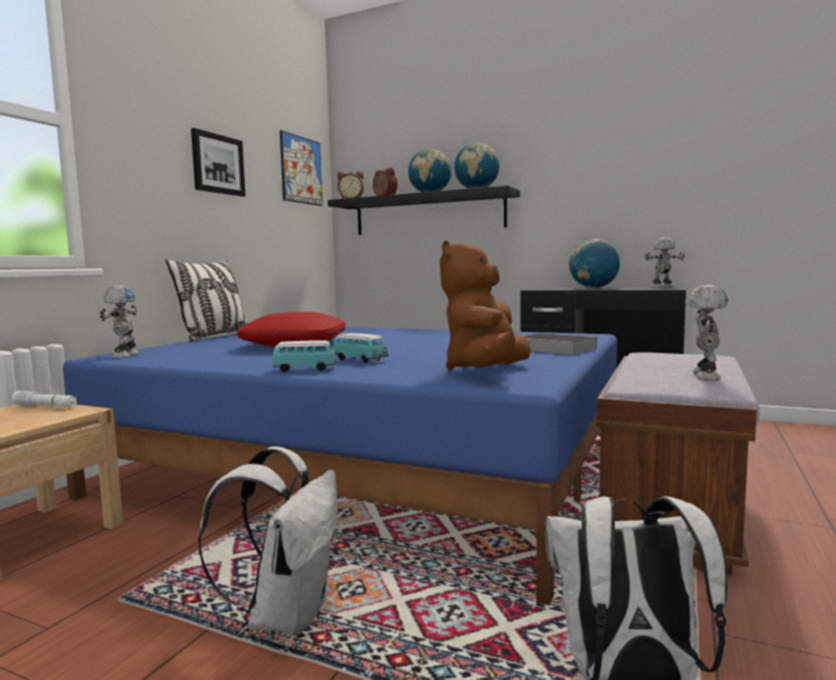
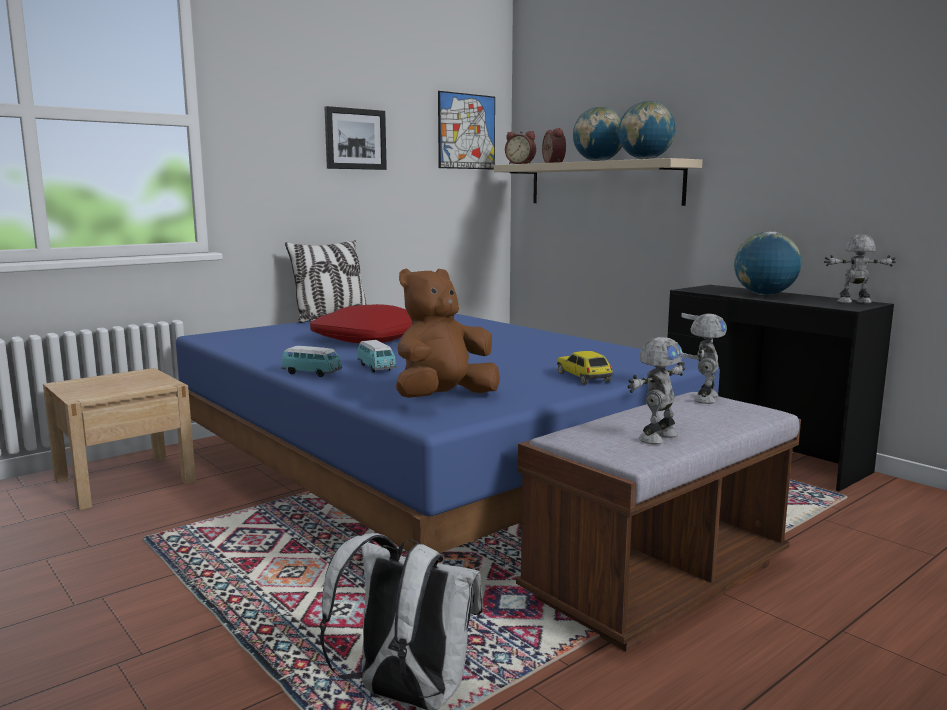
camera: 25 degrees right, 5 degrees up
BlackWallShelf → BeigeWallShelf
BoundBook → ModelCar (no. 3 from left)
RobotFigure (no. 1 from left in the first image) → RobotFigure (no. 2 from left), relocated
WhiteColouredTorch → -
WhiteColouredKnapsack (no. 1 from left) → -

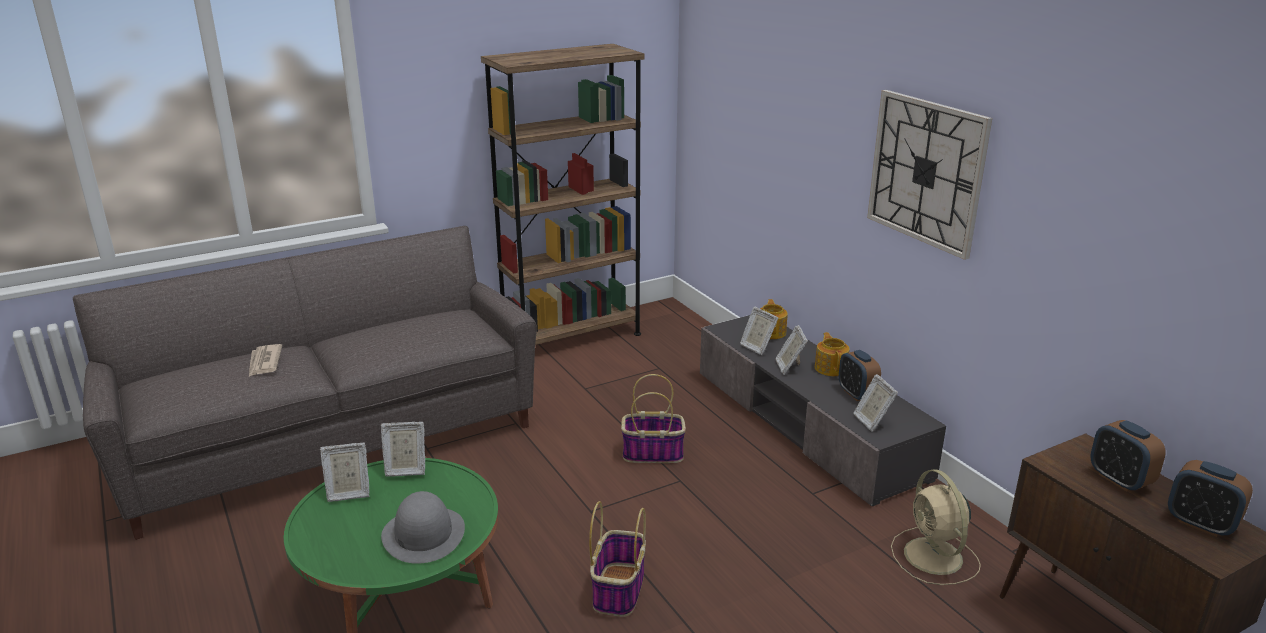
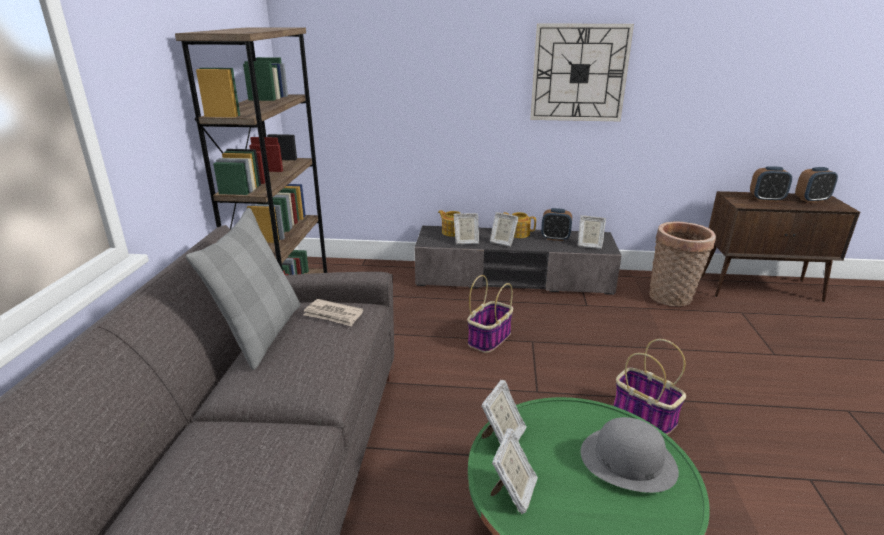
camera: 55 degrees left, 0 degrees up
- → GreyThrowPillow
DailyPaper, relocated
BeigeCoolingFan → Basket (no. 3 from left)

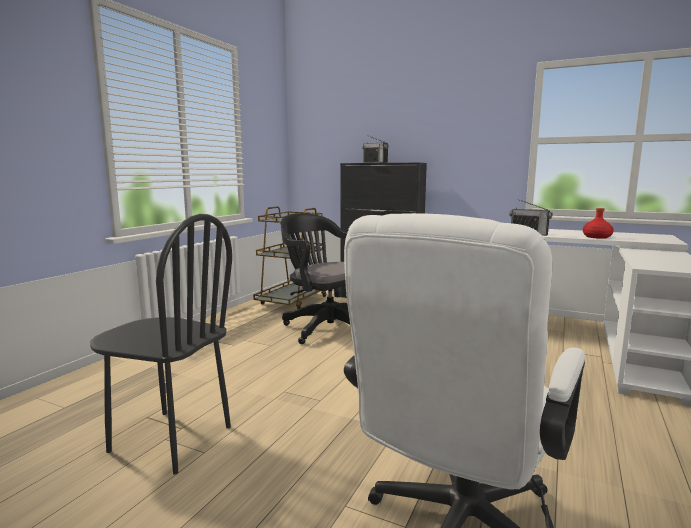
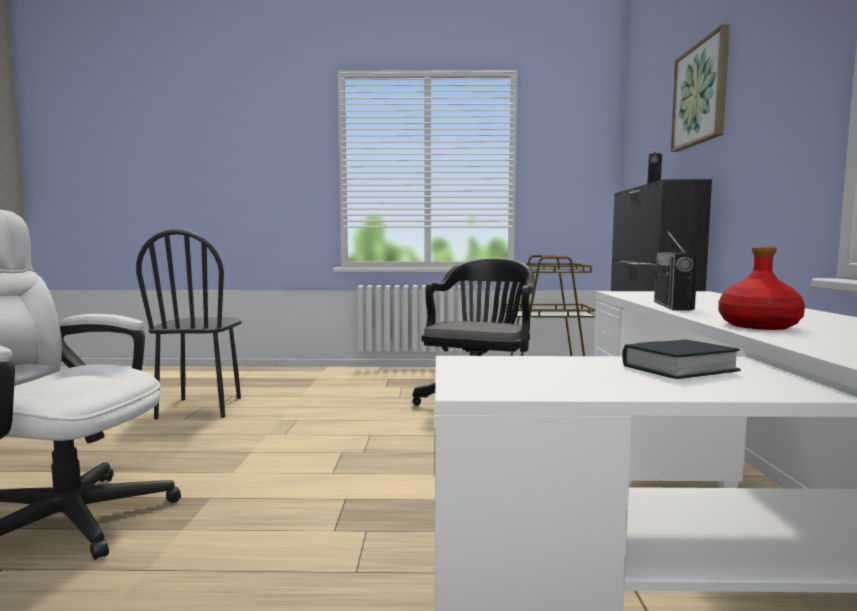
camera: 65 degrees right, 5 degrees down
- → BoundBook
- → Picture

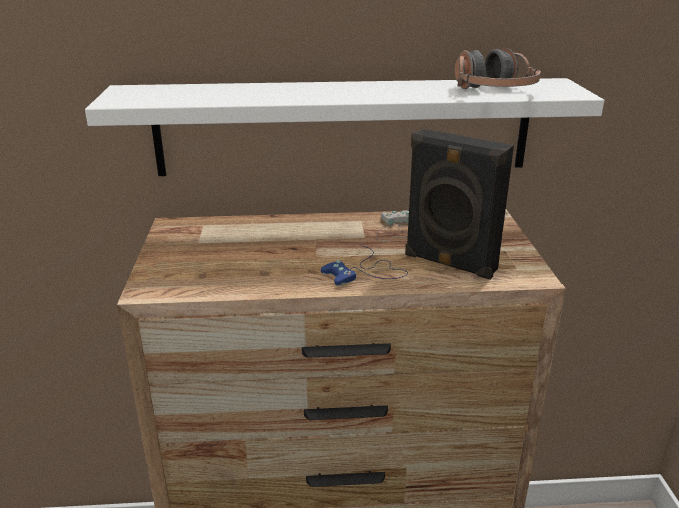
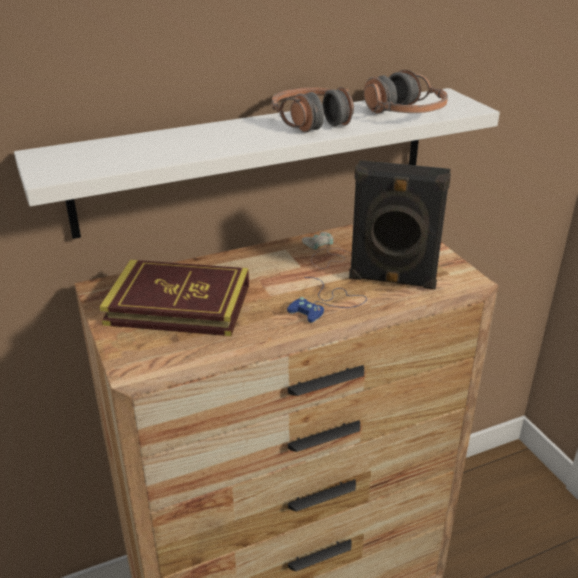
camera: 20 degrees left, 5 degrees up
- → BoundBook
- → Headset (no. 1 from left)

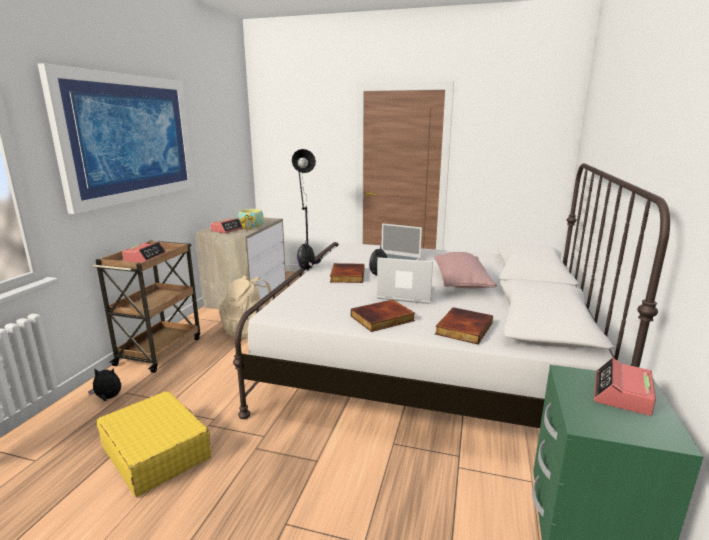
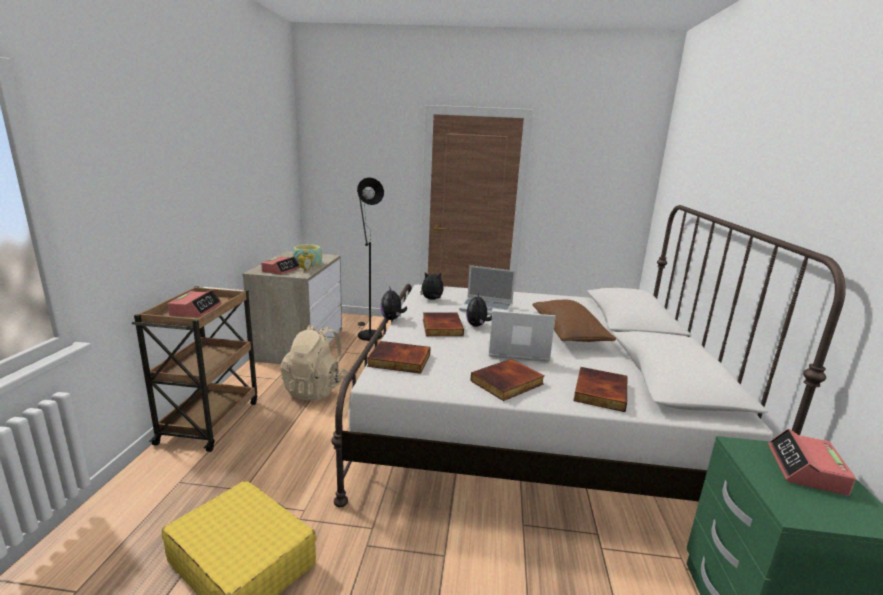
camera: 10 degrees left, 0 degrees up
- → BoundBook (no. 1 from left)
PlushToy (no. 1 from left in the first image) → PlushToy (no. 2 from left), relocated
PinkThrowPillow → BrownColouredThrowPillow
Picture → -

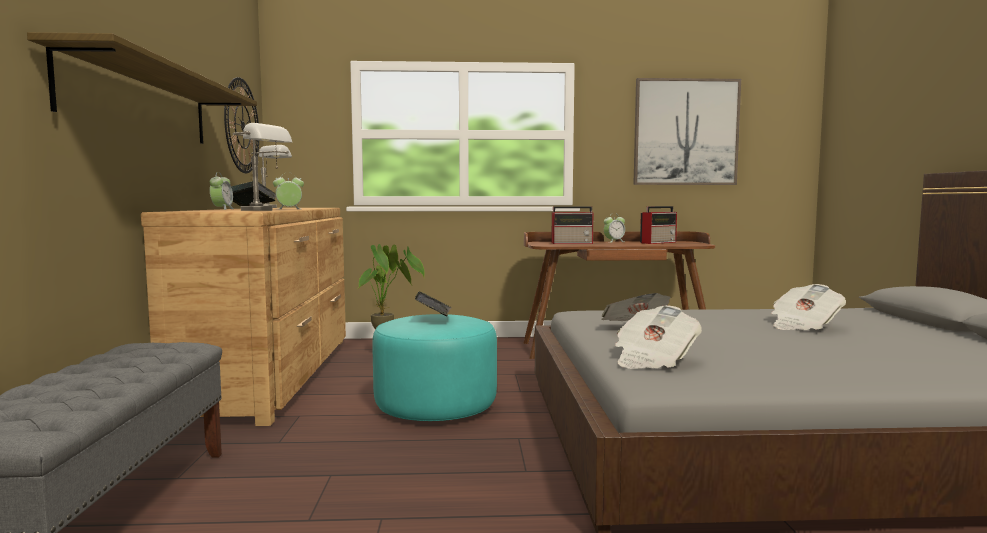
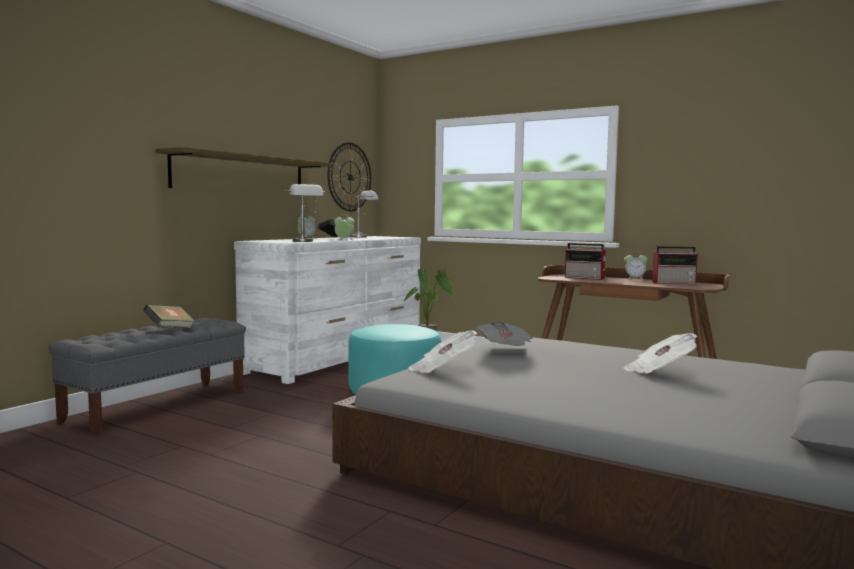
camera: 35 degrees right, 0 degrees up
BoundBook (no. 2 from left in the first image) → BoundBook (no. 1 from left), relocated
BrownColouredDresser → WhiteColouredDresser
Picture → -

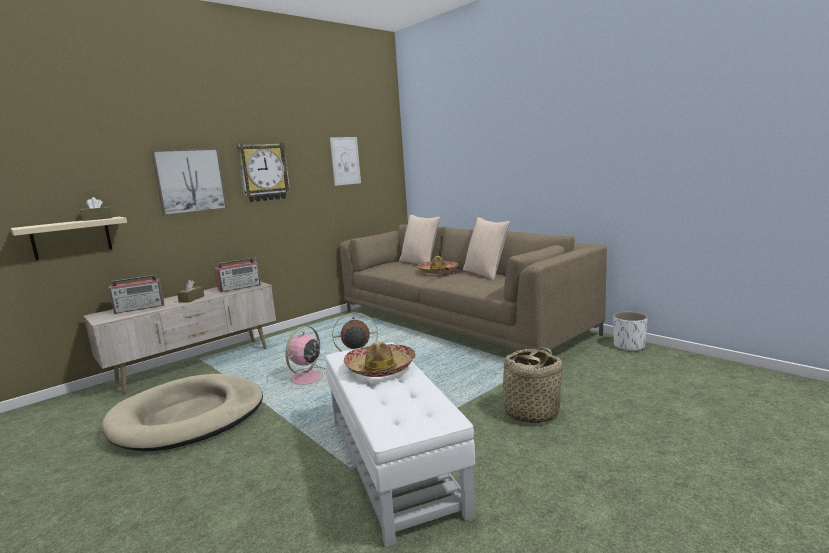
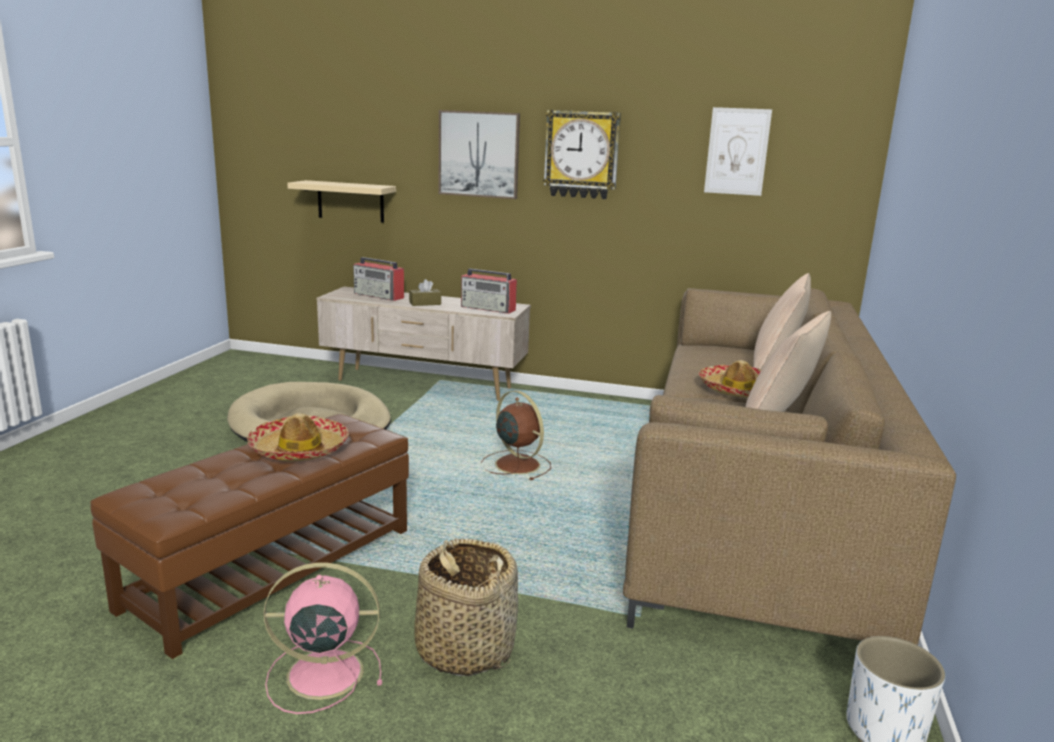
camera: 55 degrees right, 5 degrees up
WhiteColouredPouffe → BrownColouredPouffe
PinkCoolingFan, relocated
BrownColouredTissueBox (no. 1 from left) → -

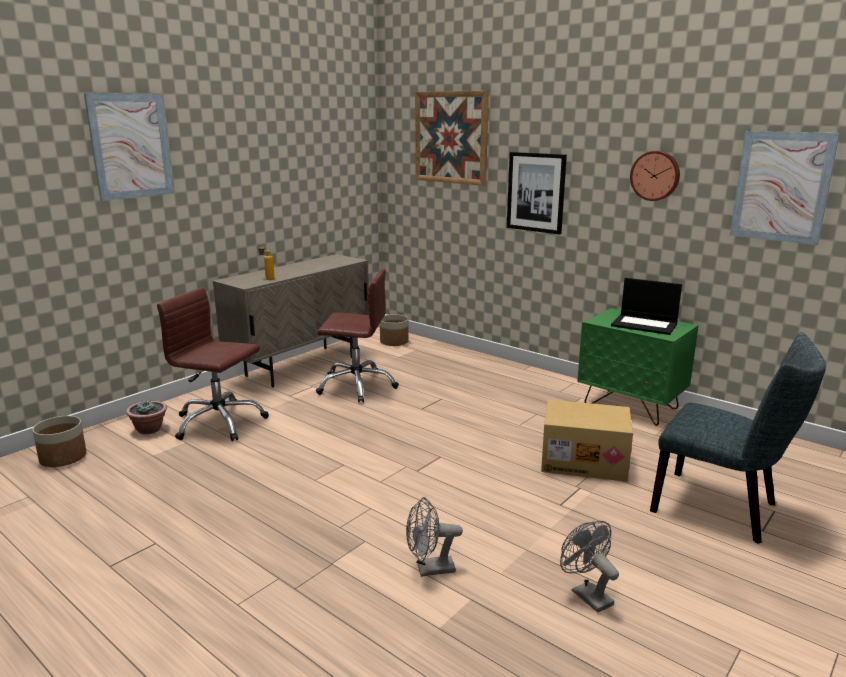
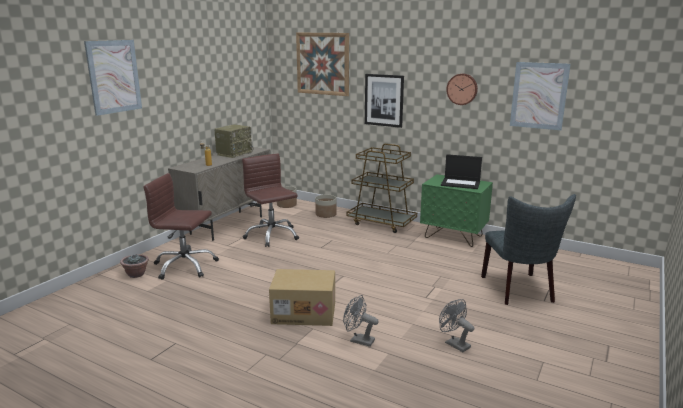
camera: 10 degrees left, 0 degrees up
- → RadioSet
BrownColouredComputerChair (no. 2 from left), 120 degrees counterclockwise
CardboardBox, relocated
FlowerPot (no. 1 from left in the first image) → FlowerPot (no. 2 from left), relocated
GreyCoolingFan (no. 1 from left), 45 degrees clockwise
- → BrownColouredCart
GreyUprightChair, 60 degrees clockwise

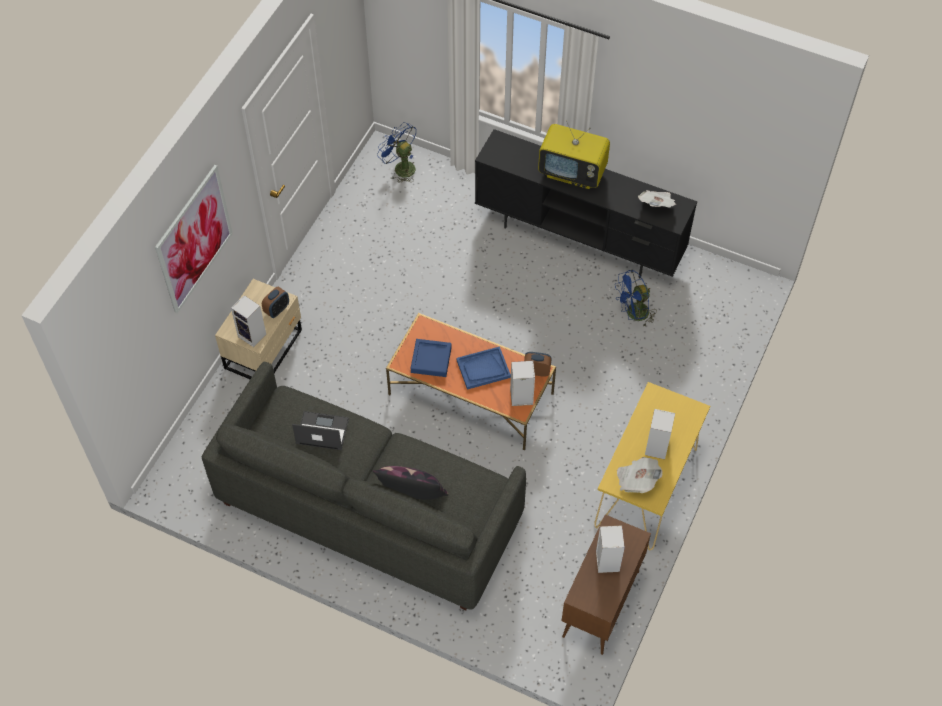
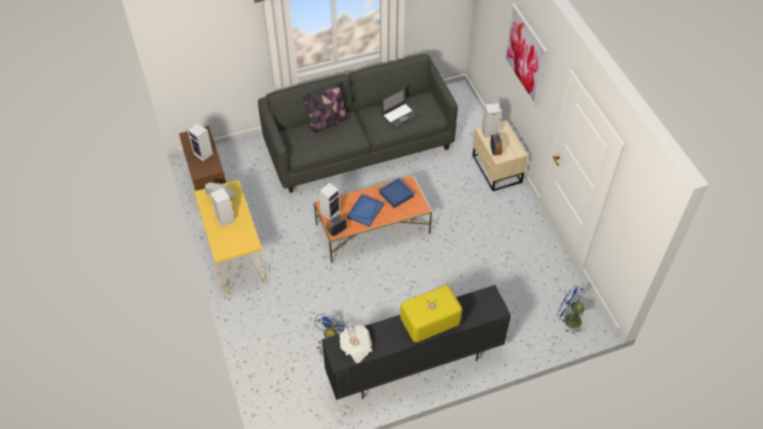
camera: 135 degrees right, 5 degrees down
BlueCoolingFan (no. 1 from left in the first image) → BlueCoolingFan (no. 2 from left), 150 degrees counterclockwise

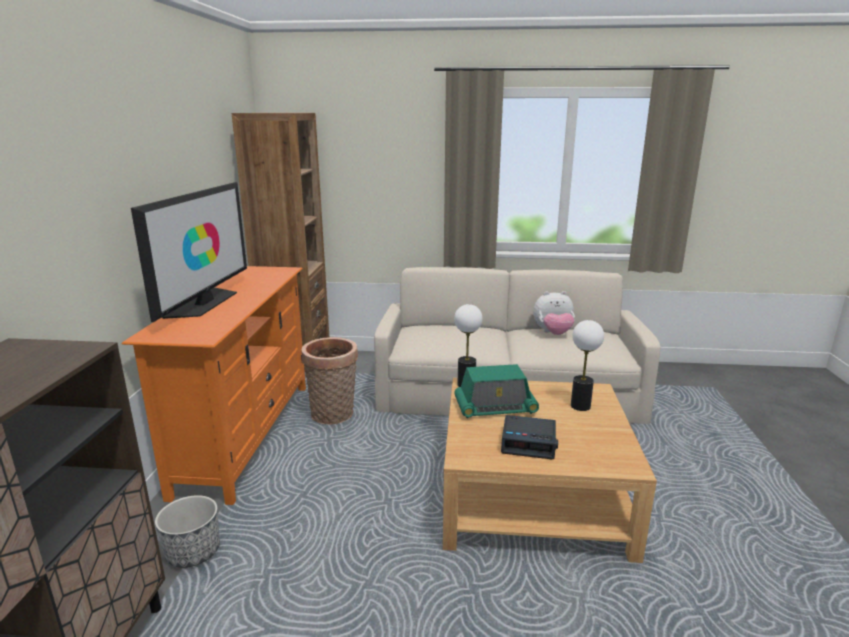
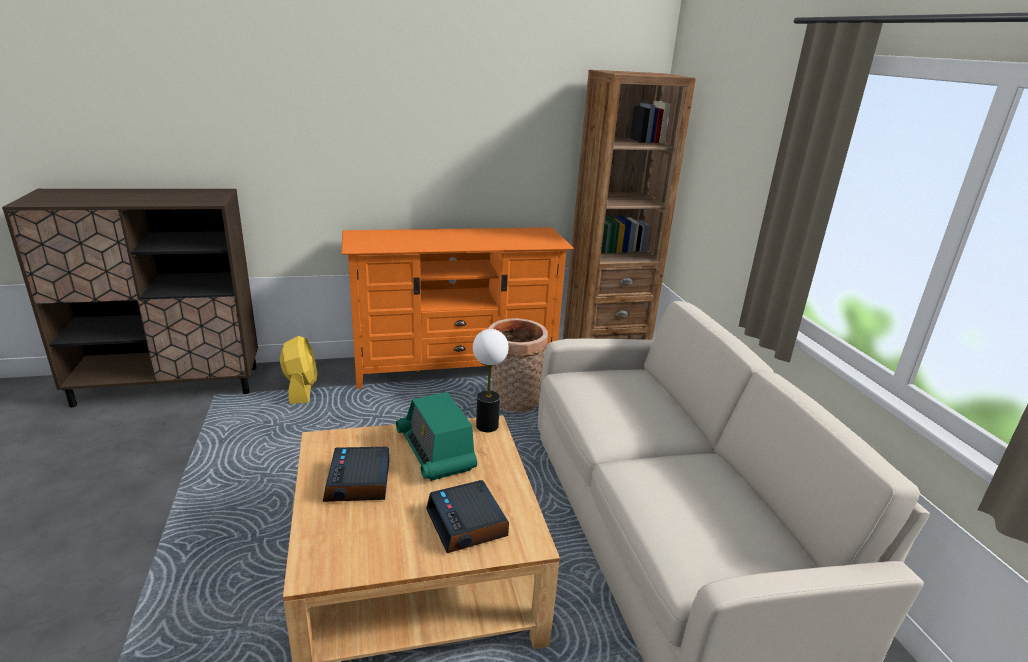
camera: 70 degrees right, 5 degrees up
FlowerPot → YellowCoolingFan
TableLamp (no. 2 from left) → TableClock (no. 2 from left)
Television → -
PlushToy → -

